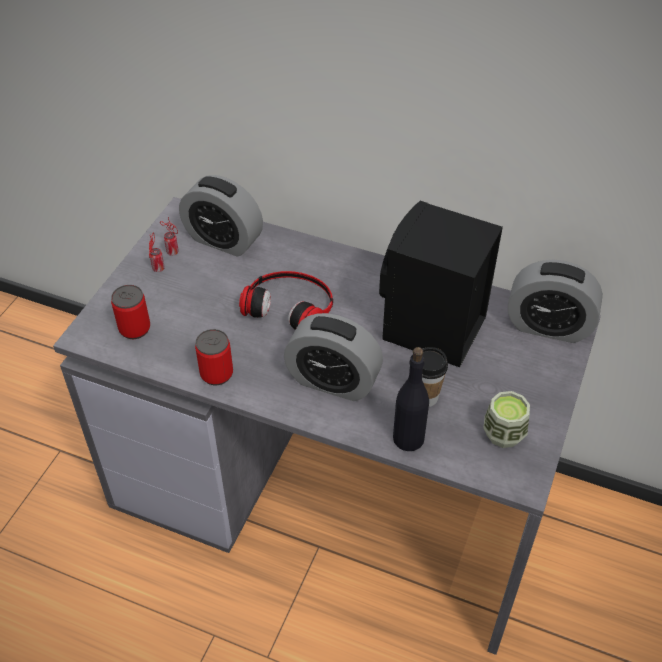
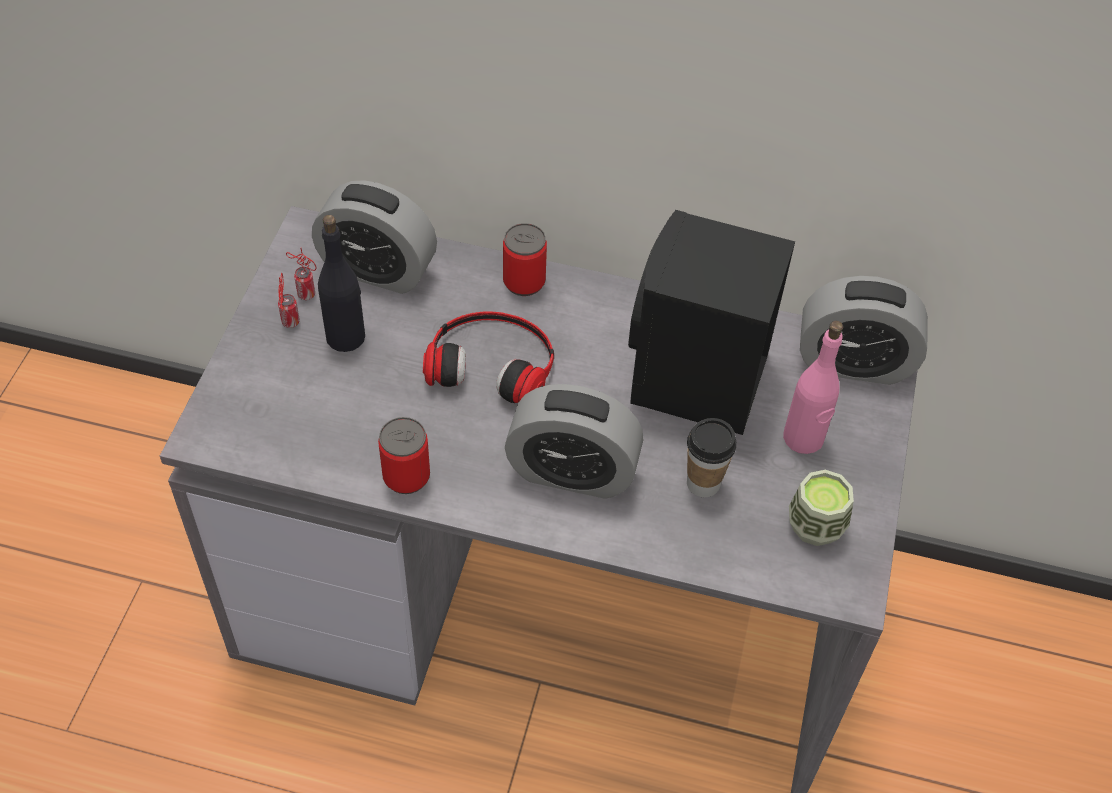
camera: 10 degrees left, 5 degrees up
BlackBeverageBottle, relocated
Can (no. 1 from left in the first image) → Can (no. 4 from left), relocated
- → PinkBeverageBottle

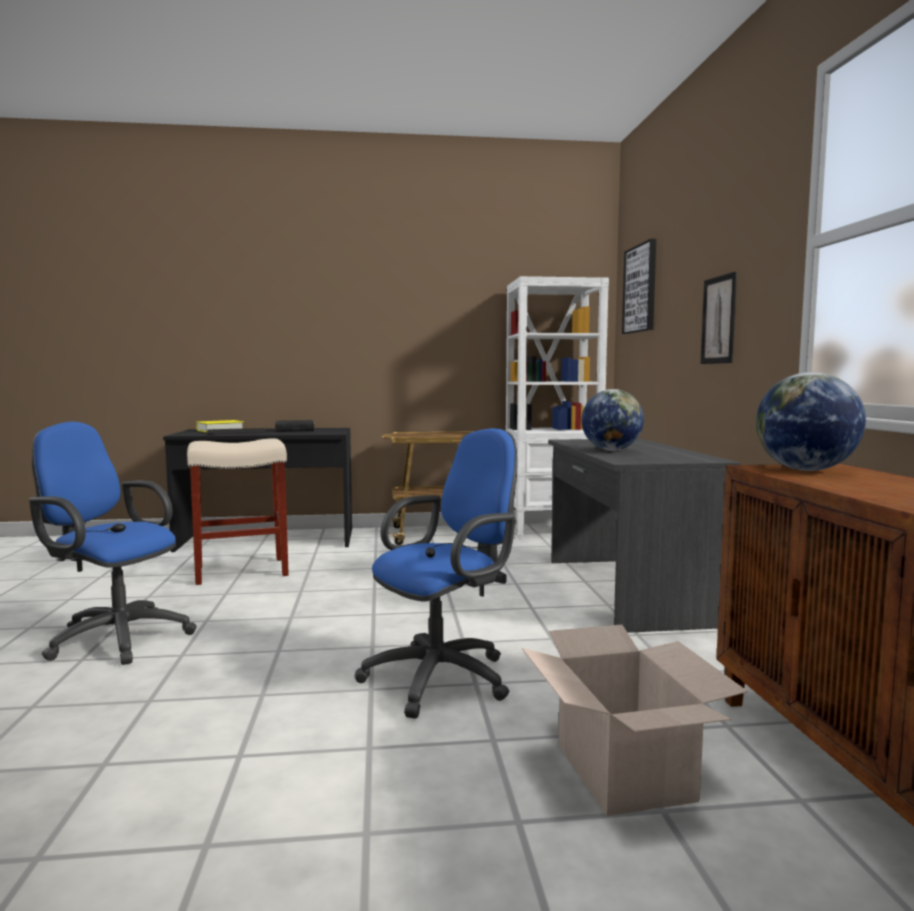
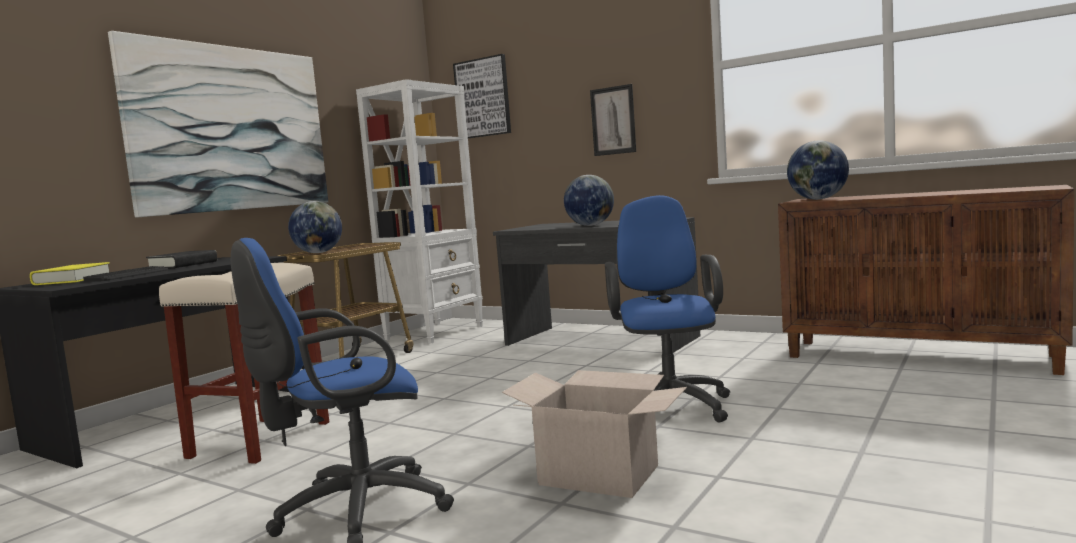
camera: 50 degrees left, 0 degrees up
- → Picture (no. 1 from left)
- → WorldGlobe (no. 1 from left)
CardboardBox, relocated

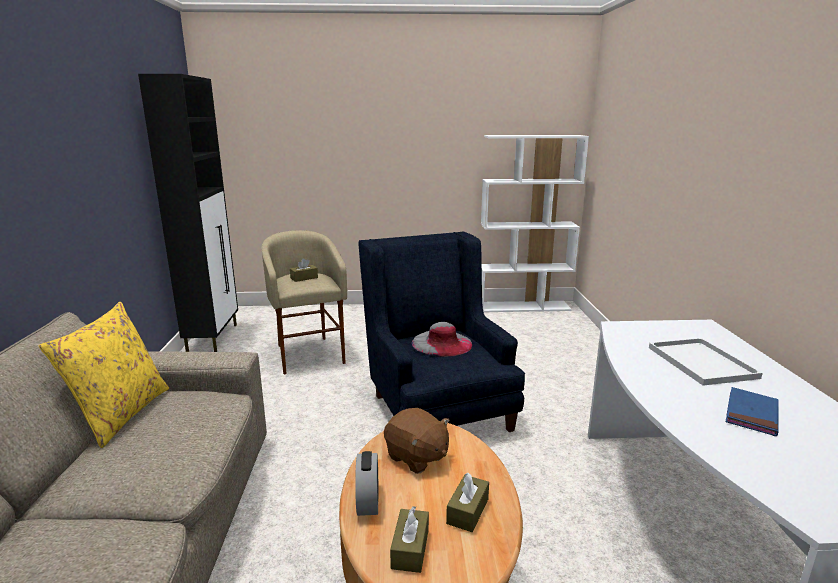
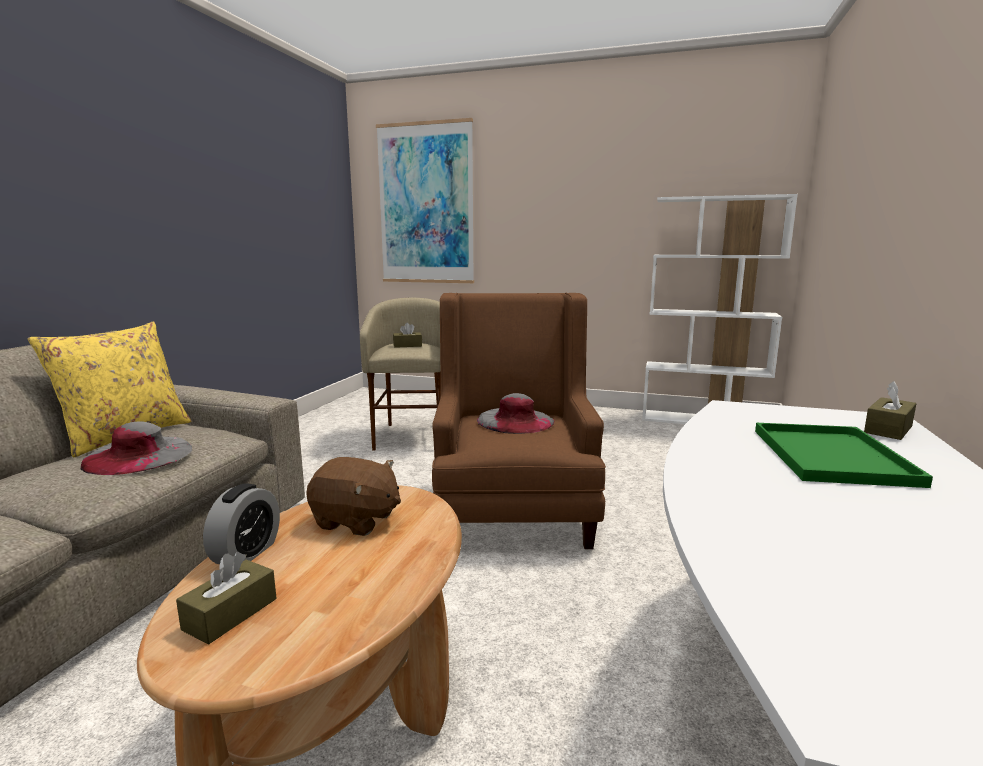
camera: 20 degrees right, 5 degrees down
- → GreyWearableHat (no. 1 from left)
BrownColouredPlushToy, 45 degrees counterclockwise
- → Picture
BlueArmchair → BrownColouredArmchair
WhiteColouredServingTray → GreenServingTray
BrownColouredTissueBox (no. 3 from left), relocated
BlackCabinet → -
BlueBoundBook → -

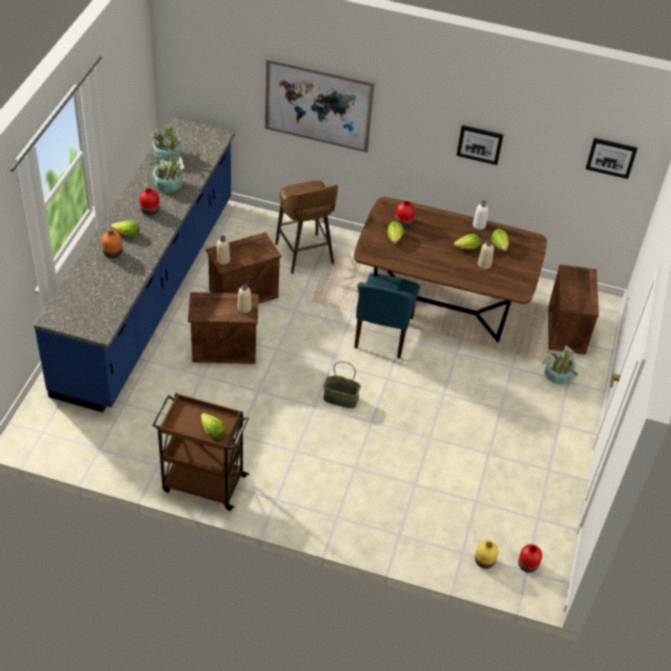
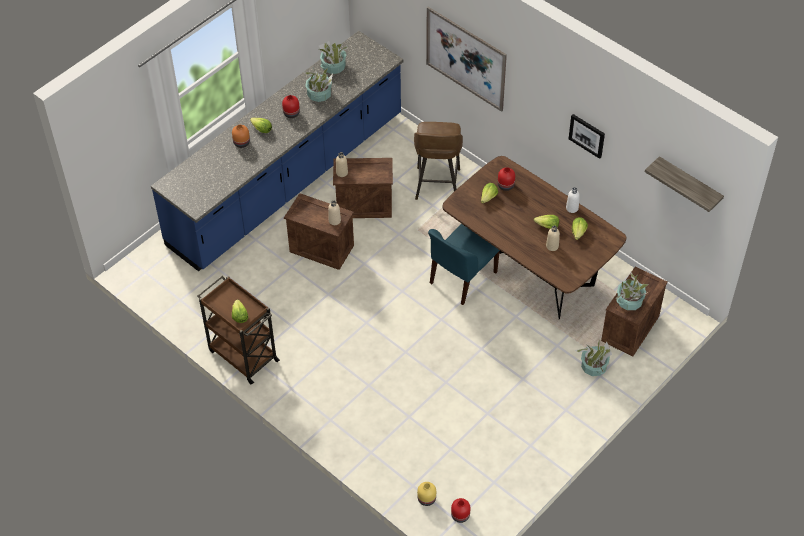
camera: 30 degrees right, 5 degrees up
- → Houseplant (no. 4 from left)
Picture (no. 3 from left) → WallShelf
Basket → -

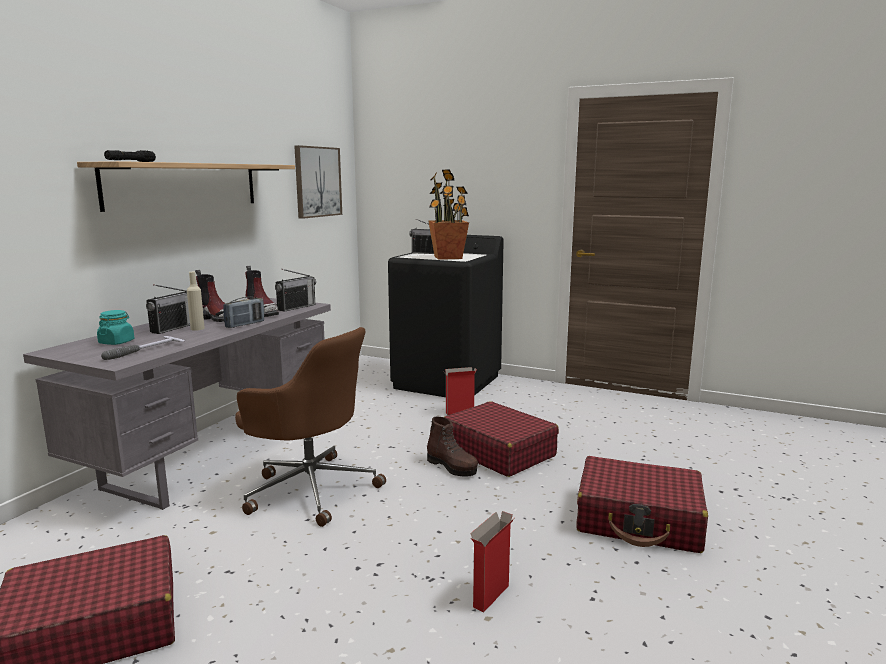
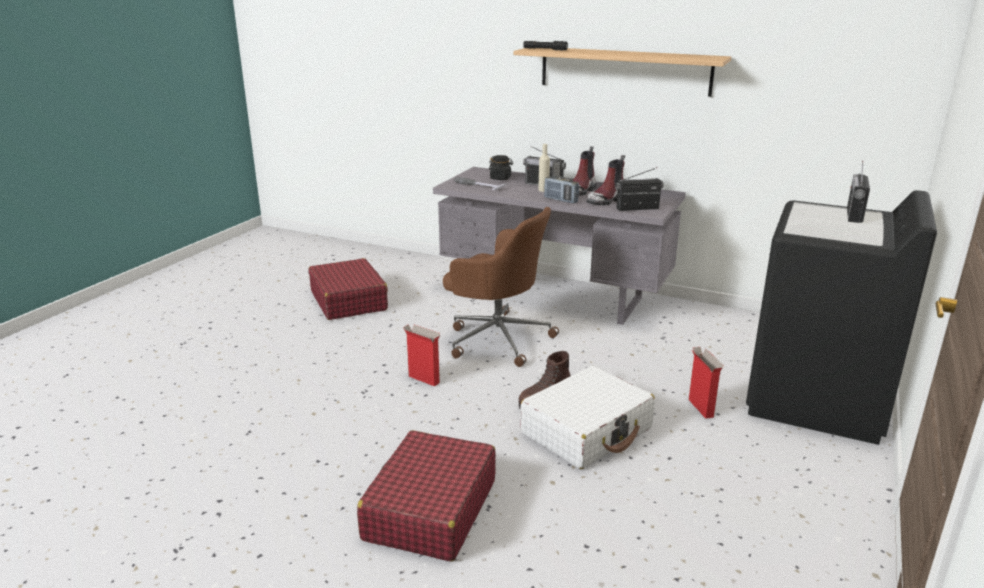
camera: 90 degrees right, 10 degrees up
CardboardBox (no. 2 from left in the first image) → CardboardBox (no. 1 from left), relocated
BrownColouredComputerChair, 90 degrees counterclockwise
BlueGreenJar → BlackJar
ReddishSuitcase (no. 2 from left) → WhiteColouredSuitcase
RadioSet (no. 3 from left), 135 degrees clockwise
Picture → -
Houseplant → -

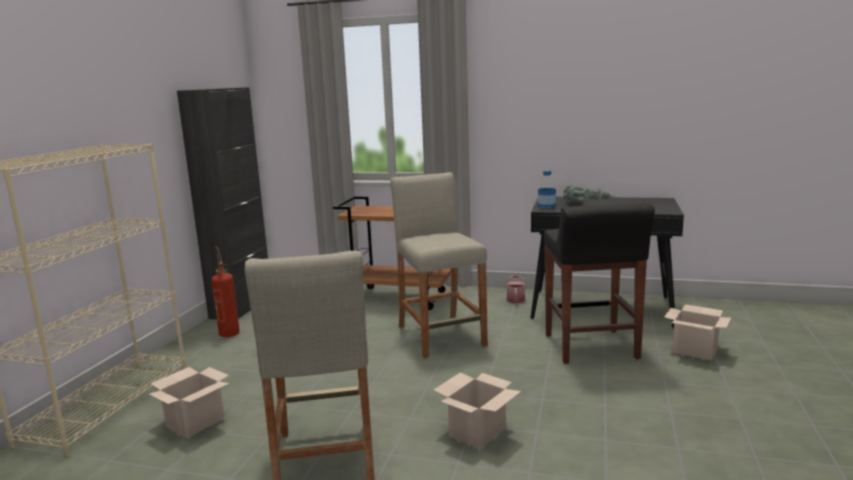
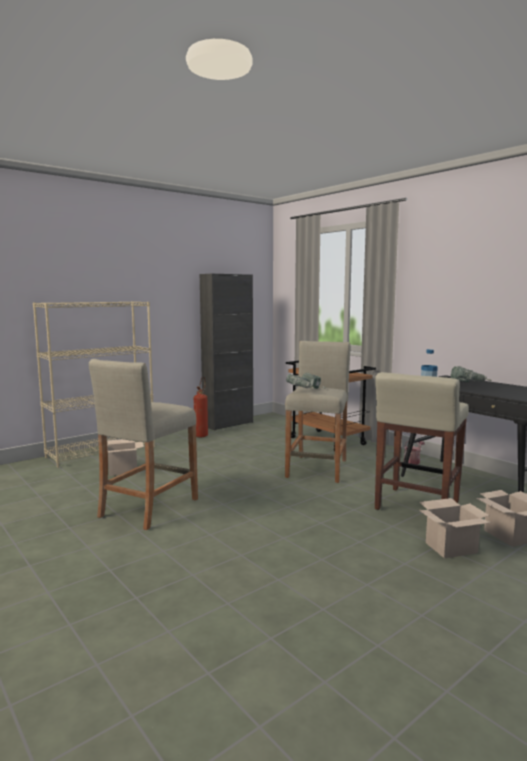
camera: 35 degrees right, 5 degrees down
- → Drill (no. 1 from left)
BlackSittingStool → BeigeSittingStool (no. 3 from left)
CardboardBox (no. 2 from left), relocated

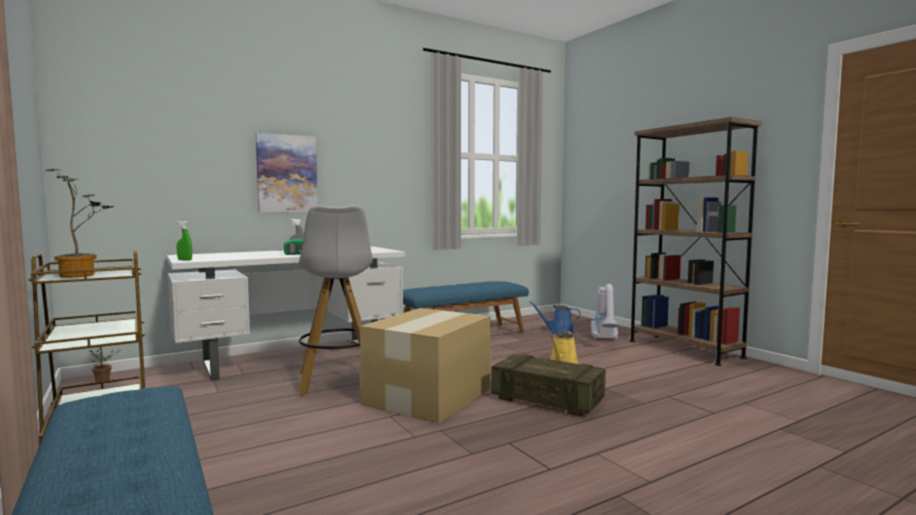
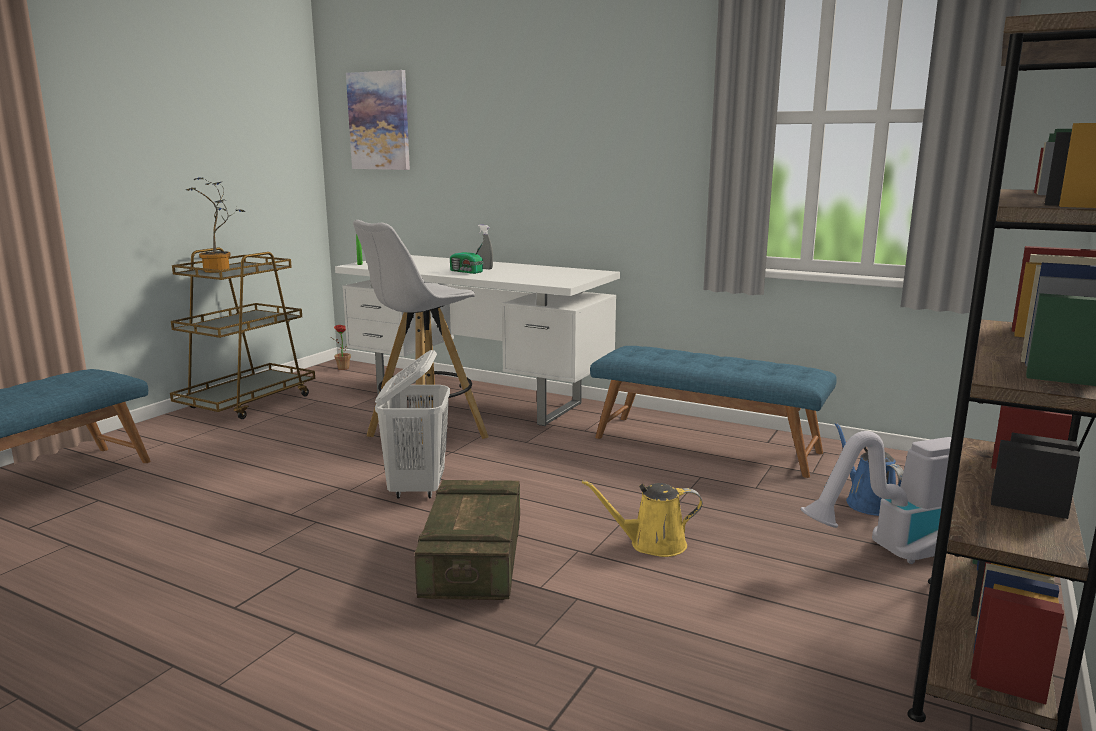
camera: 60 degrees right, 10 degrees up
Picture, relocated
CardboardBox → WhiteColouredWashingBasket

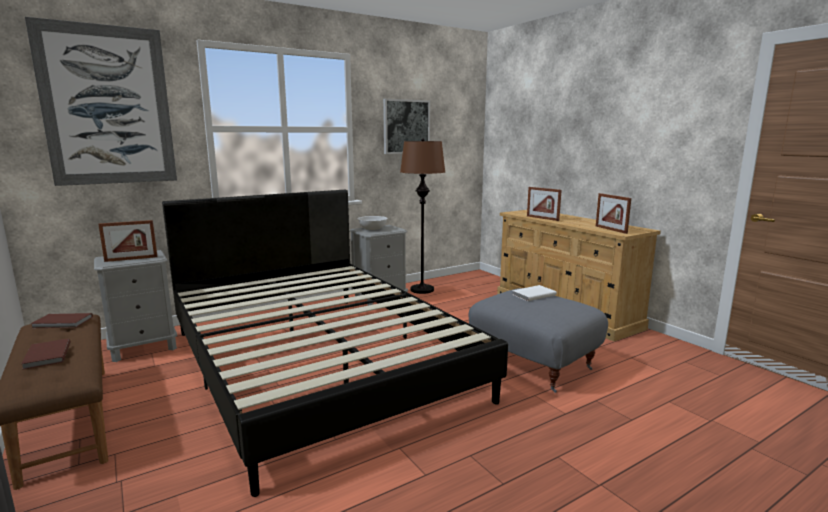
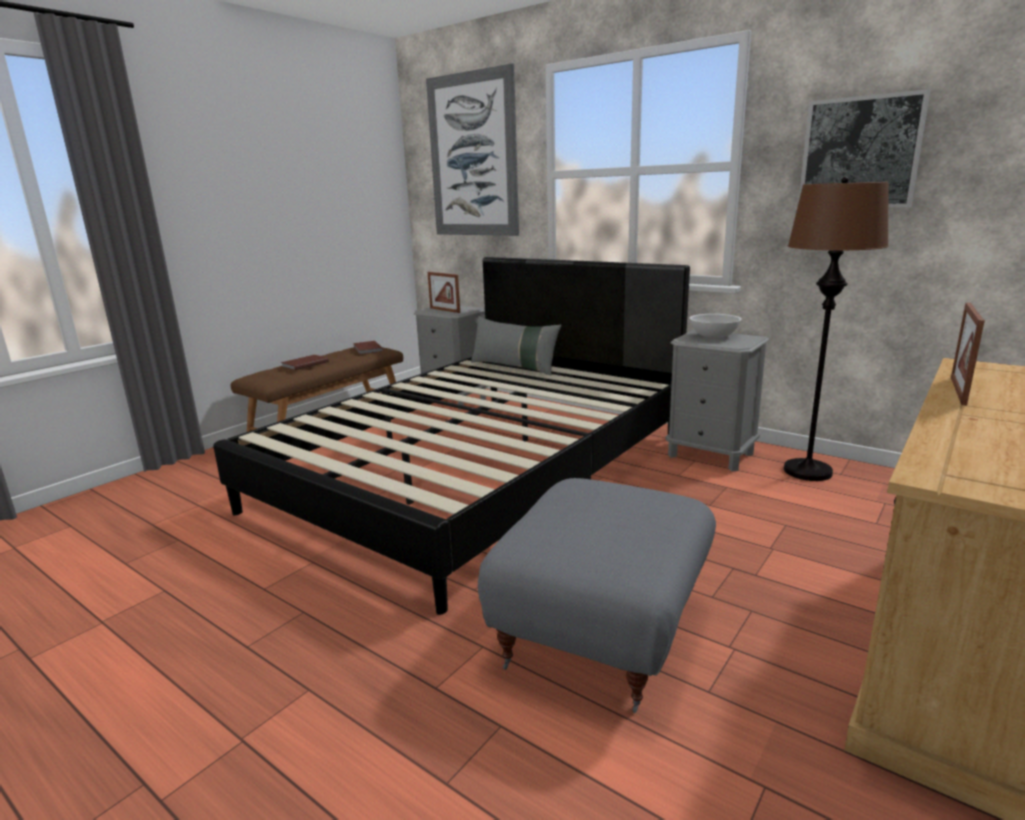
camera: 70 degrees right, 5 degrees up
- → GreyThrowPillow
WhiteColouredBoundBook → -
PhotoFrame (no. 3 from left) → -

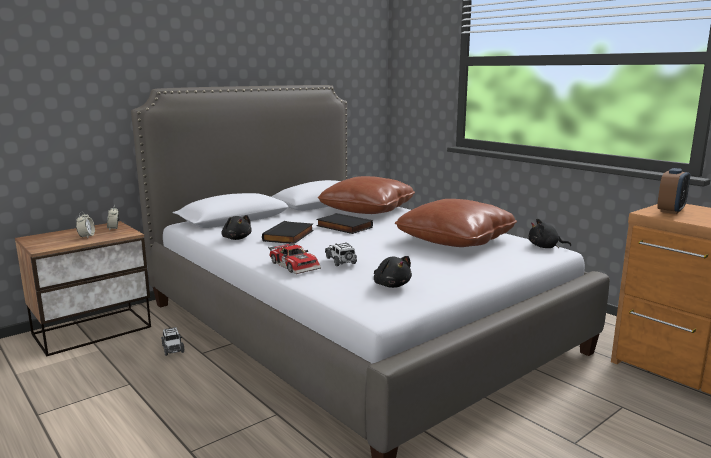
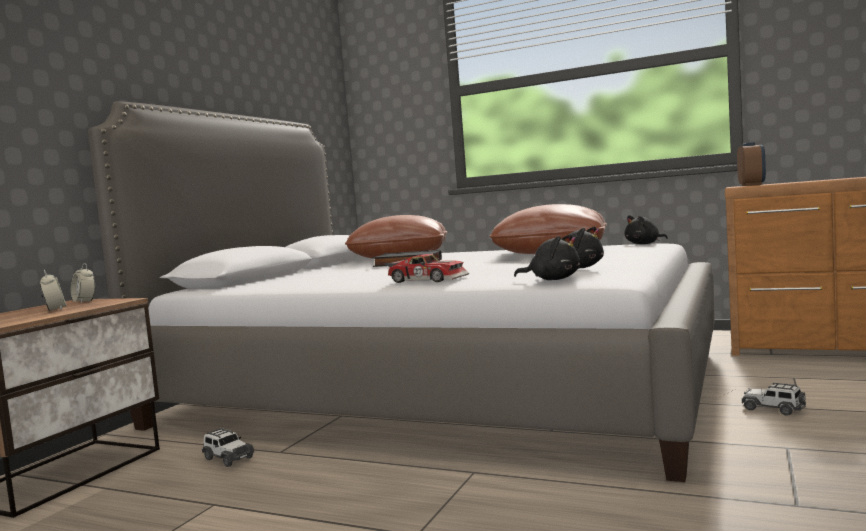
camera: 25 degrees left, 10 degrees down
BlackPlushToy (no. 1 from left), relocated
ModelCar (no. 3 from left), relocated
BlackBoundBook (no. 1 from left) → -

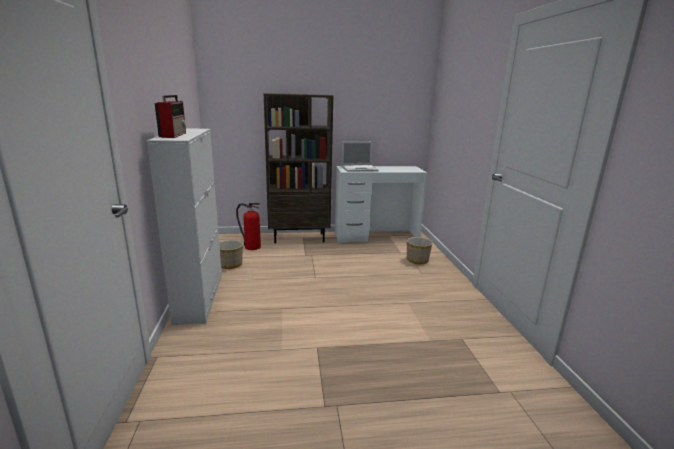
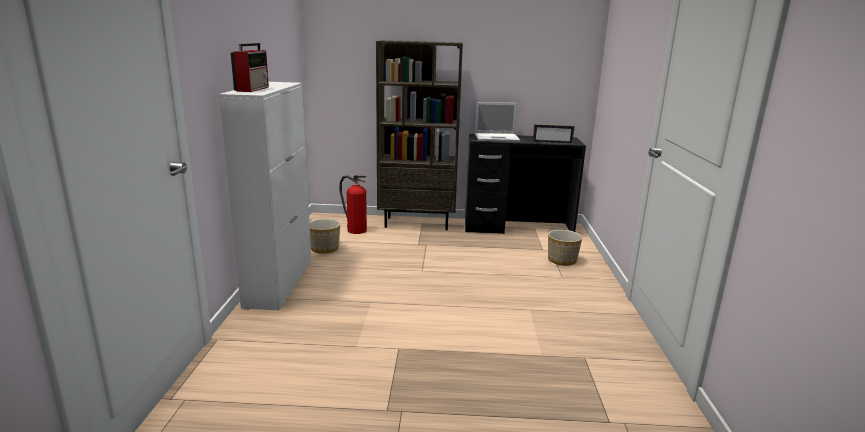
camera: 10 degrees right, 0 degrees up
WhiteColouredDeskTable → BlackDeskTable
- → PhotoFrame

